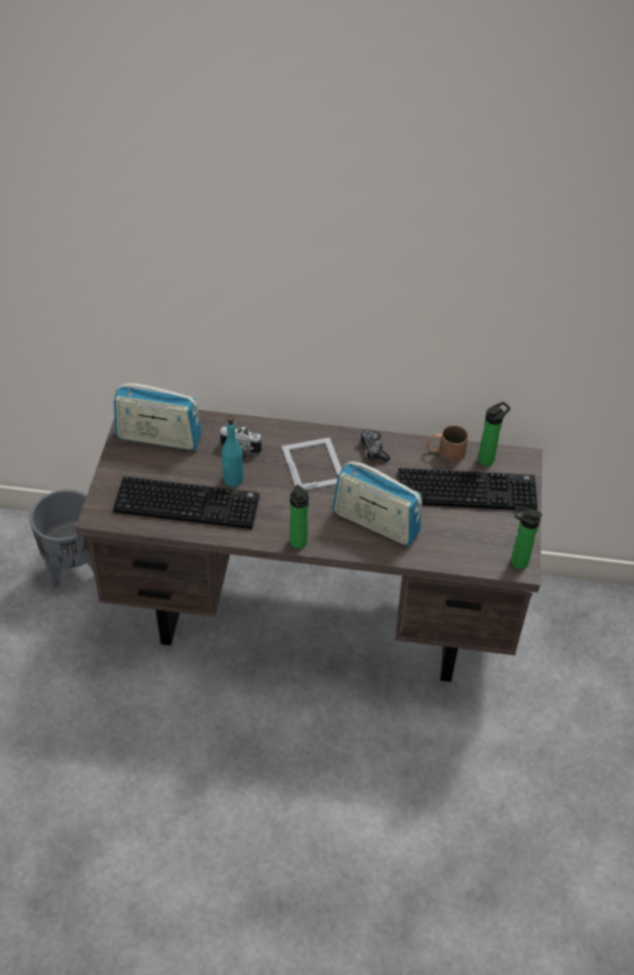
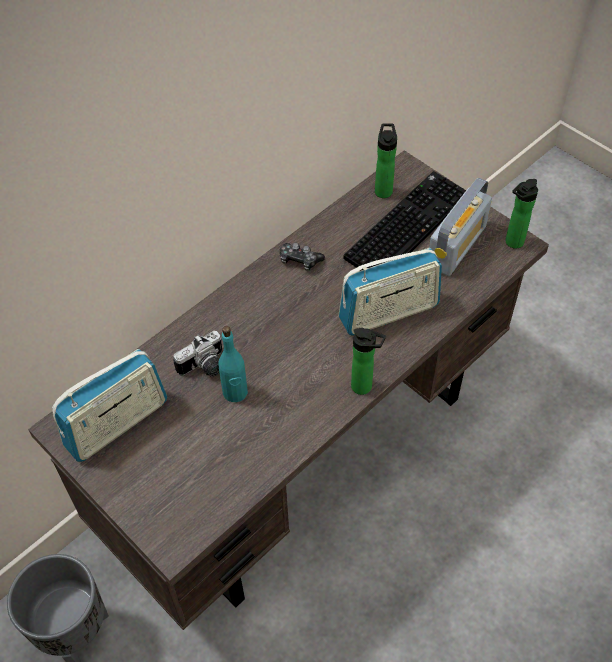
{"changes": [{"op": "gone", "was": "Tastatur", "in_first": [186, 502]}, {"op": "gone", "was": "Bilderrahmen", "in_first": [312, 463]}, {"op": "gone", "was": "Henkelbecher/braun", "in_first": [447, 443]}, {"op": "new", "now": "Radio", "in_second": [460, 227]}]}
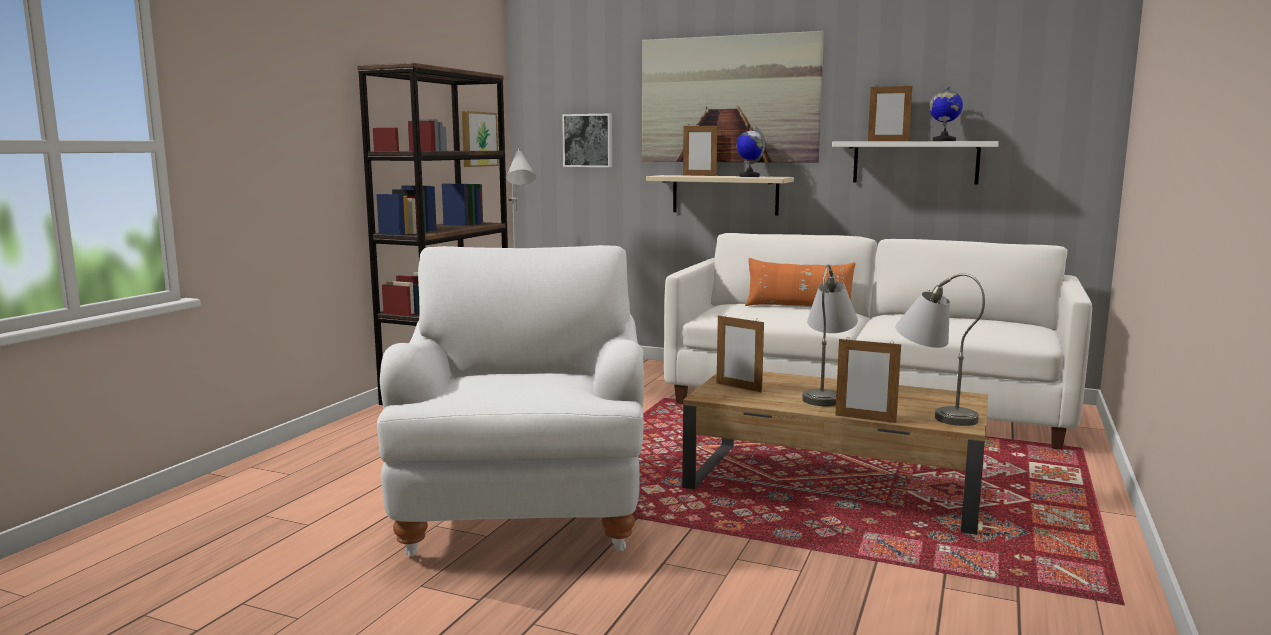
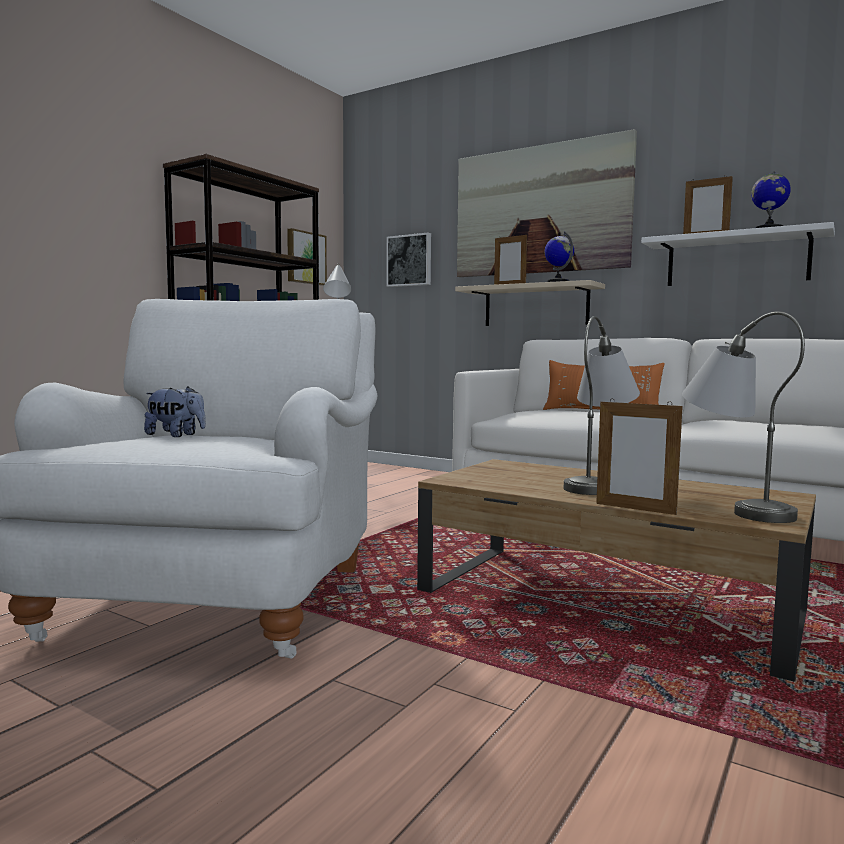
{"changes": [{"op": "gone", "was": "Bilderrahmen", "in_first": [740, 353]}, {"op": "new", "now": "Plüschtier", "in_second": [175, 412]}]}
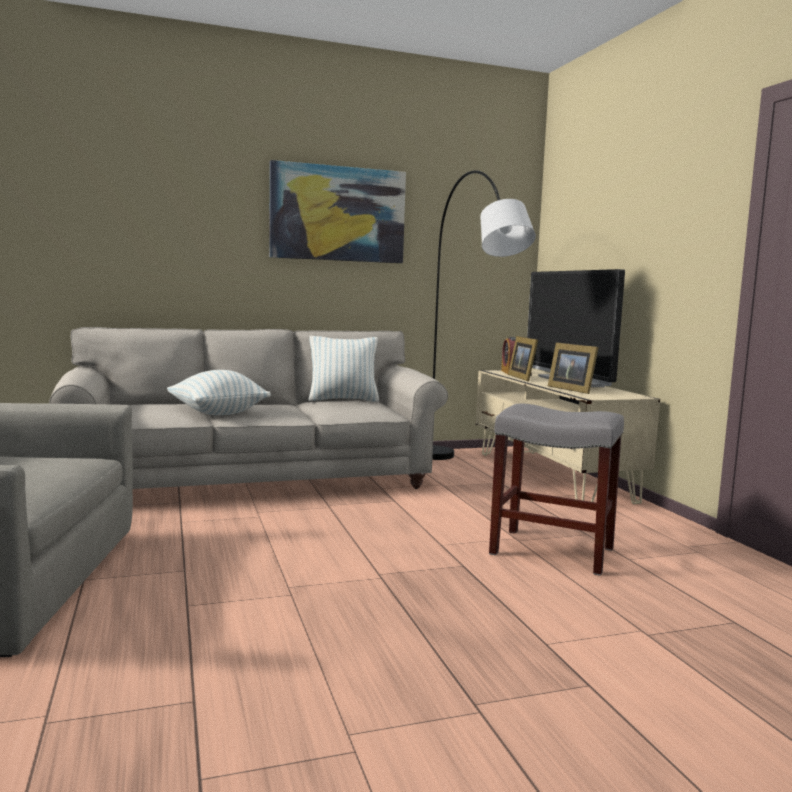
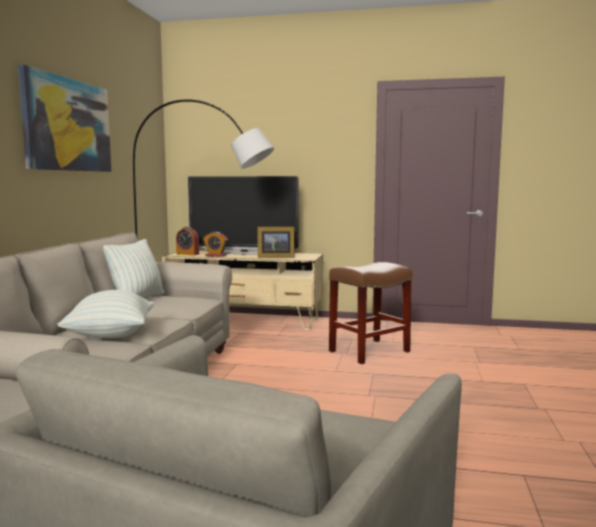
{"changes": [{"op": "swapped", "was": "Bilderrahmen", "now": "Wecker", "in_first": [523, 358], "in_second": [215, 244]}, {"op": "repainted", "was": "Hocker/grau", "now": "Hocker/braun", "in_first": [556, 490], "in_second": [371, 313]}]}
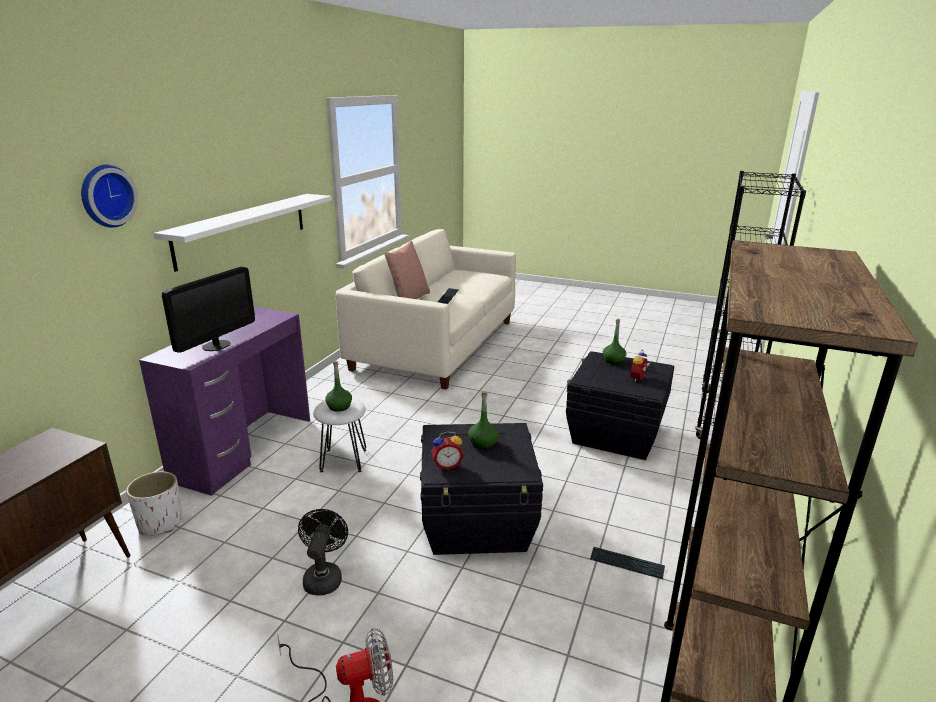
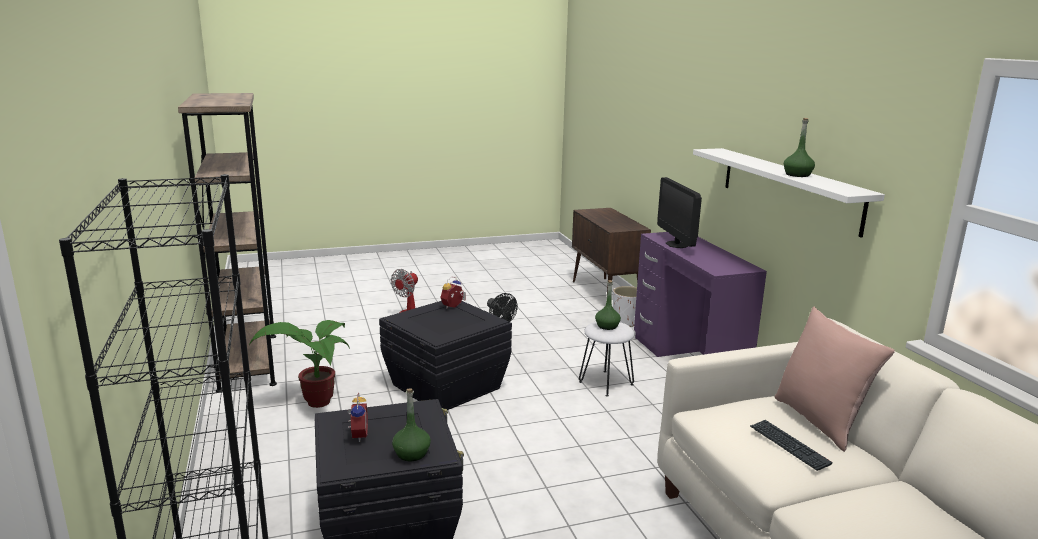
{"changes": [{"op": "gone", "was": "Wanduhr", "in_first": [109, 196]}, {"op": "shifted", "was": "Flasche/grün", "in_first": [483, 420], "in_second": [799, 147]}, {"op": "swapped", "was": "Tastatur", "now": "Topfpflanze", "in_first": [627, 563], "in_second": [299, 364]}]}
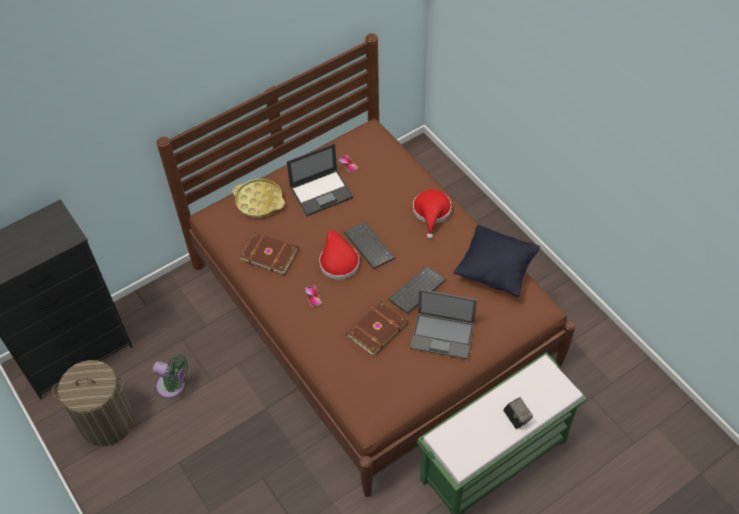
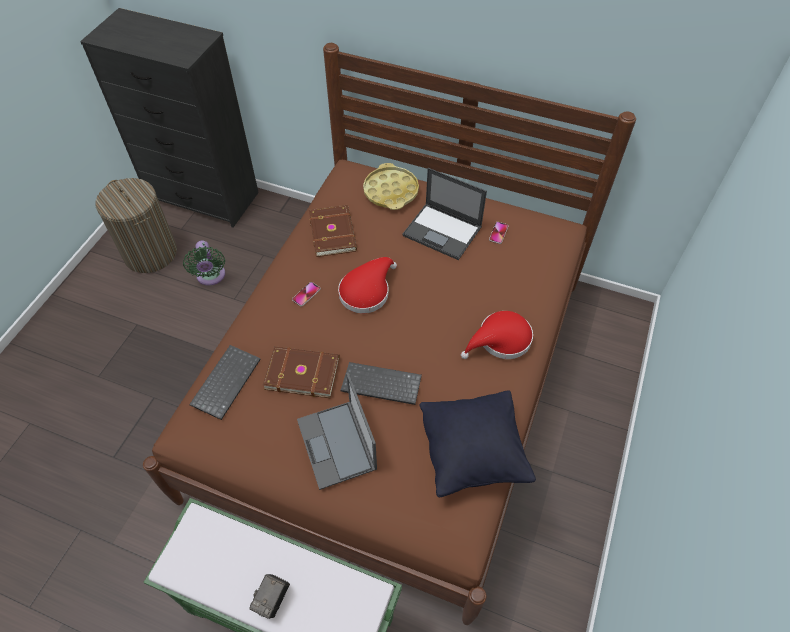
{"changes": [{"op": "shifted", "was": "Tastatur", "in_first": [369, 245], "in_second": [225, 382]}]}
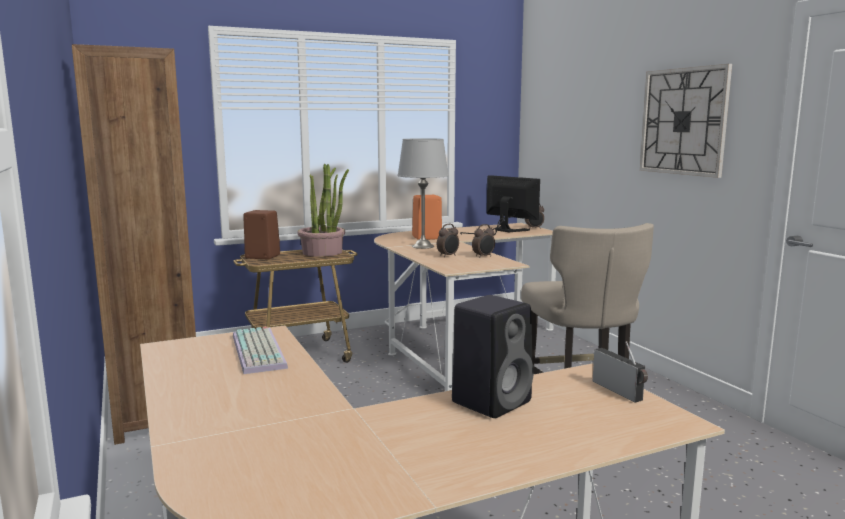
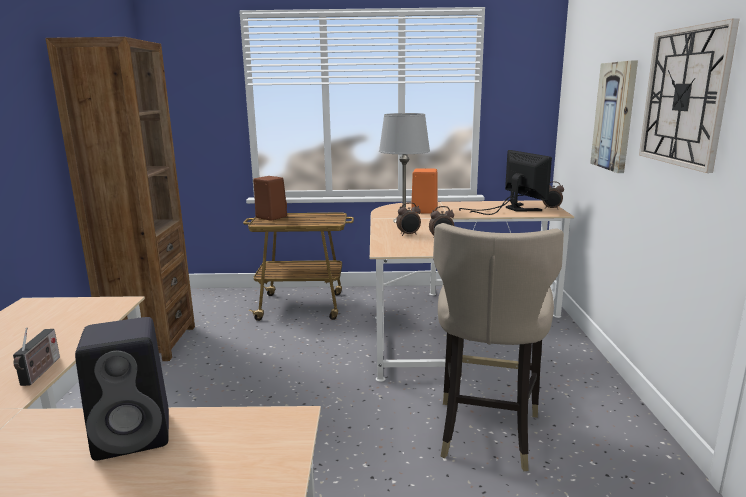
{"changes": [{"op": "gone", "was": "Tastatur", "in_first": [260, 350]}, {"op": "gone", "was": "Topfpflanze", "in_first": [323, 210]}, {"op": "new", "now": "Bild", "in_second": [614, 116]}, {"op": "shifted", "was": "Radio", "in_first": [620, 372], "in_second": [36, 357]}]}
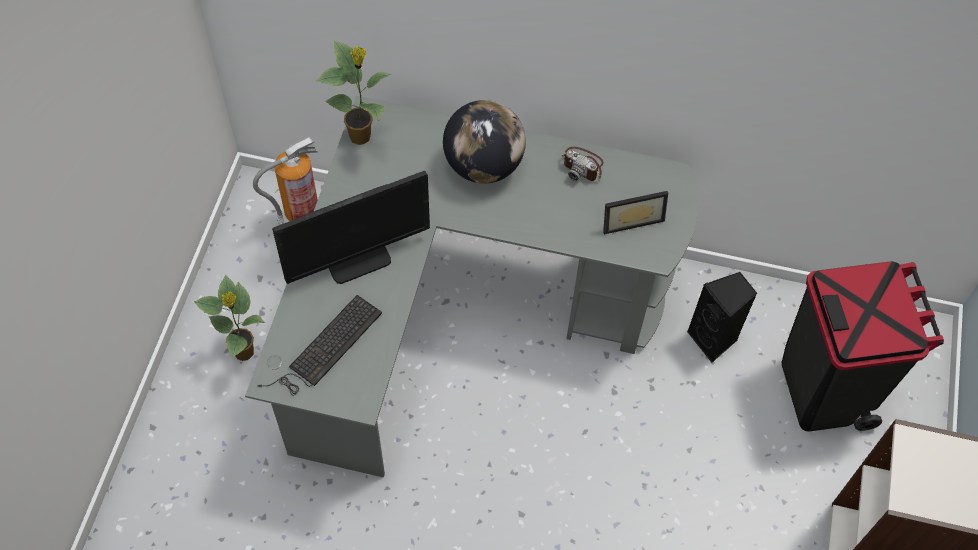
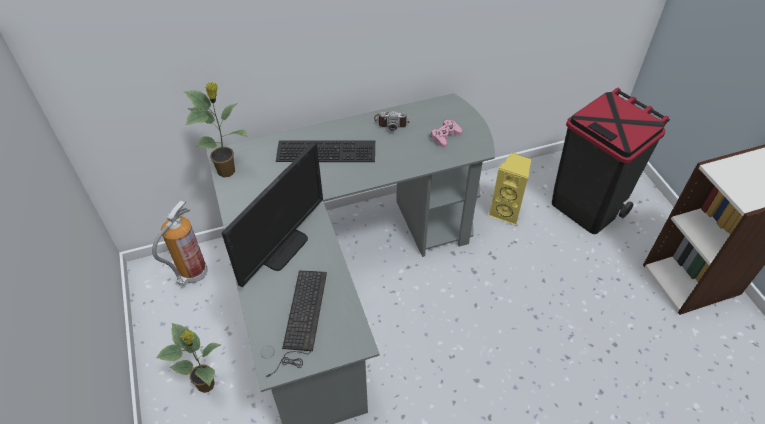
{"changes": [{"op": "swapped", "was": "Globus", "now": "Tastatur", "in_first": [484, 141], "in_second": [325, 151]}, {"op": "swapped", "was": "Bilderrahmen", "now": "Gamepad/rosa", "in_first": [635, 212], "in_second": [446, 134]}, {"op": "repainted", "was": "Lautsprecher/schwarz", "now": "Lautsprecher/gelb", "in_first": [722, 317], "in_second": [510, 188]}]}
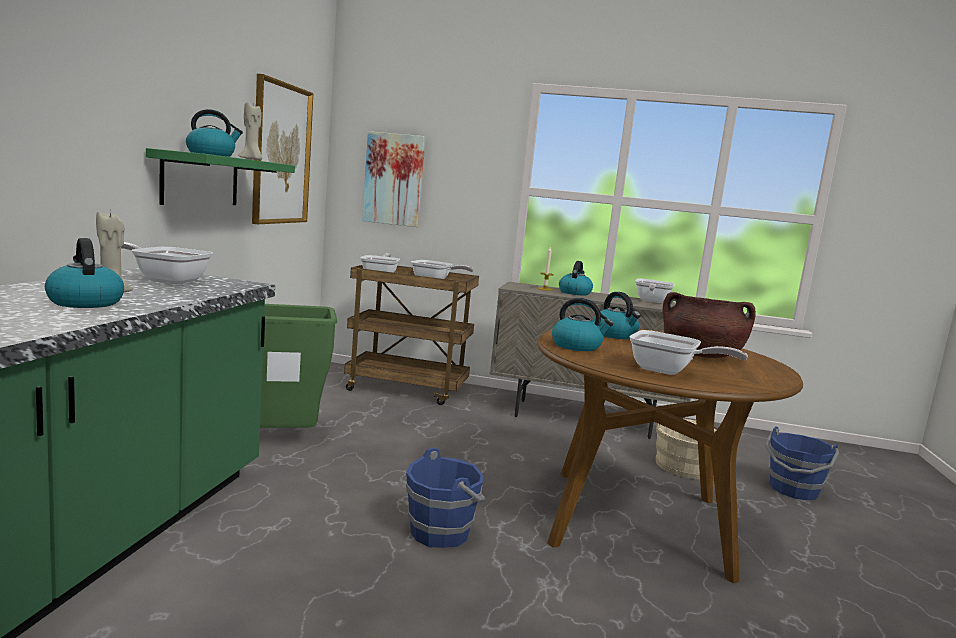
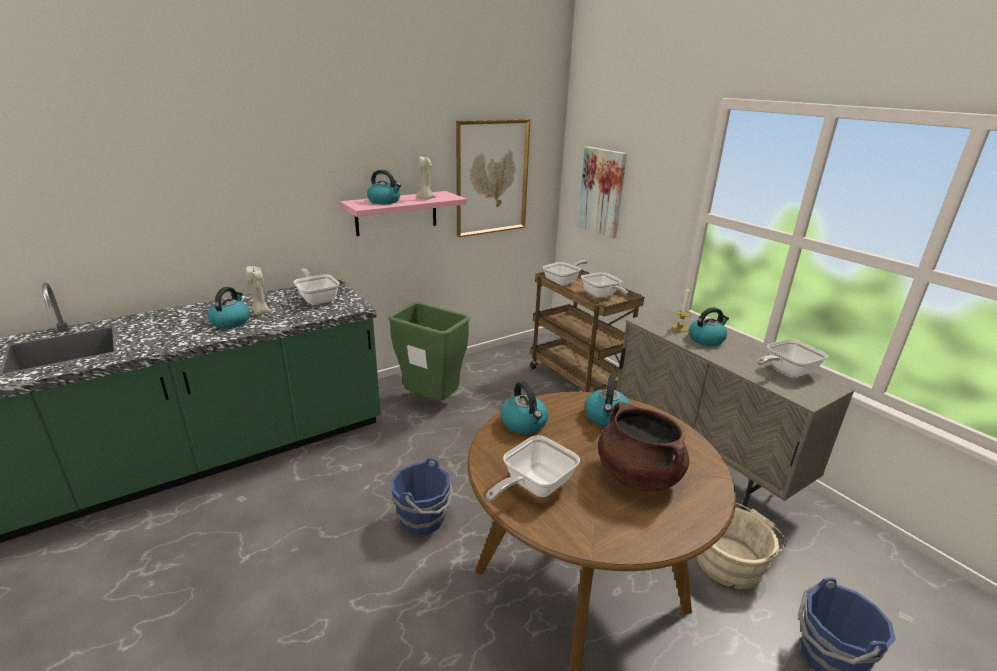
{"changes": [{"op": "repainted", "was": "Wandregal/grün", "now": "Wandregal/rosa", "in_first": [220, 176], "in_second": [403, 213]}, {"op": "rotated", "was": "Pfanne", "in_first": [689, 352], "in_second": [533, 468], "clockwise": 60}]}
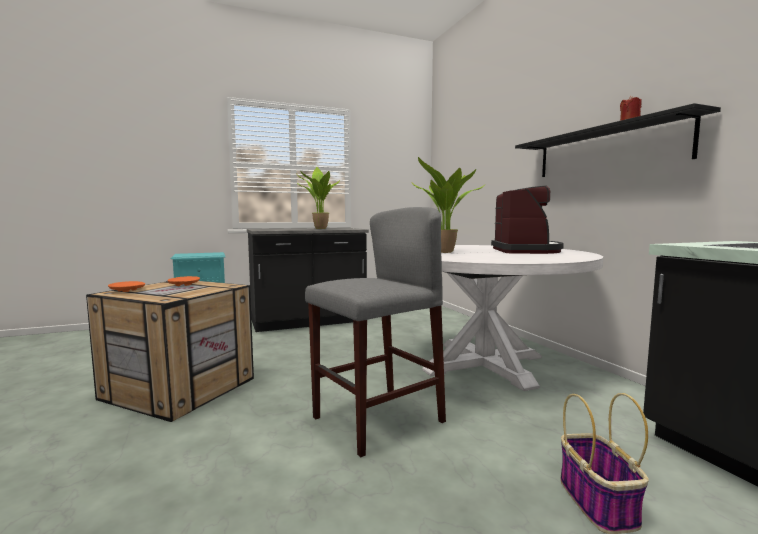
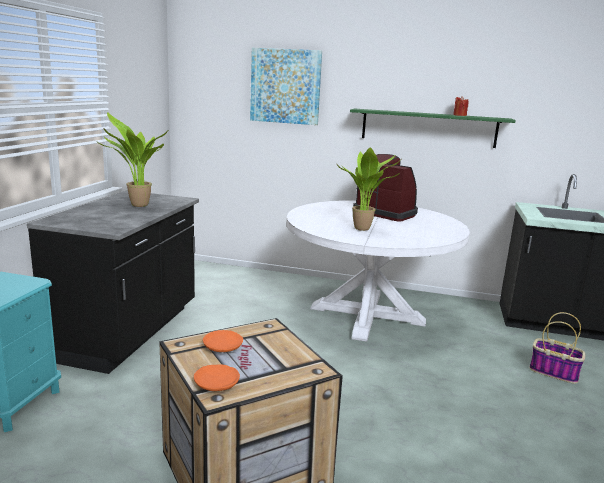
{"changes": [{"op": "gone", "was": "Hocker/grau", "in_first": [375, 332]}, {"op": "new", "now": "Bild", "in_second": [286, 86]}, {"op": "repainted", "was": "Wandregal/schwarz", "now": "Wandregal/grün", "in_first": [618, 140], "in_second": [433, 128]}]}
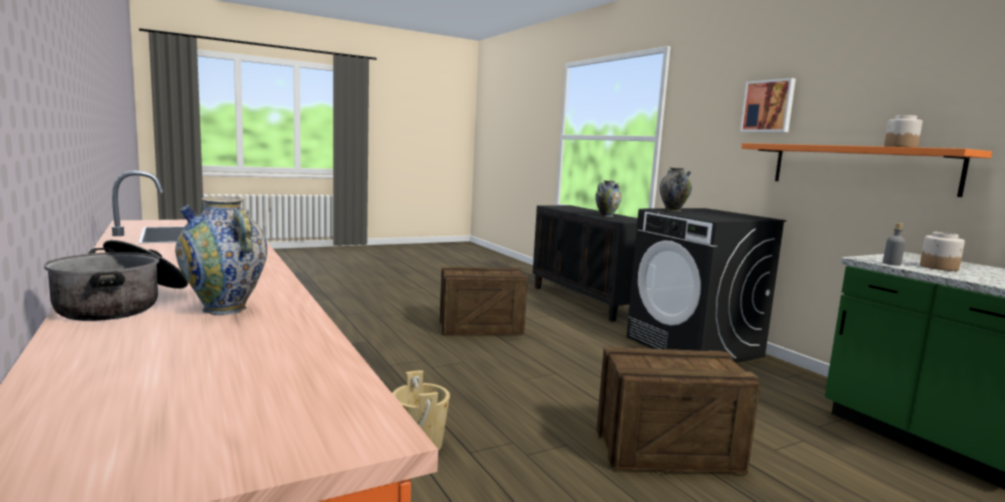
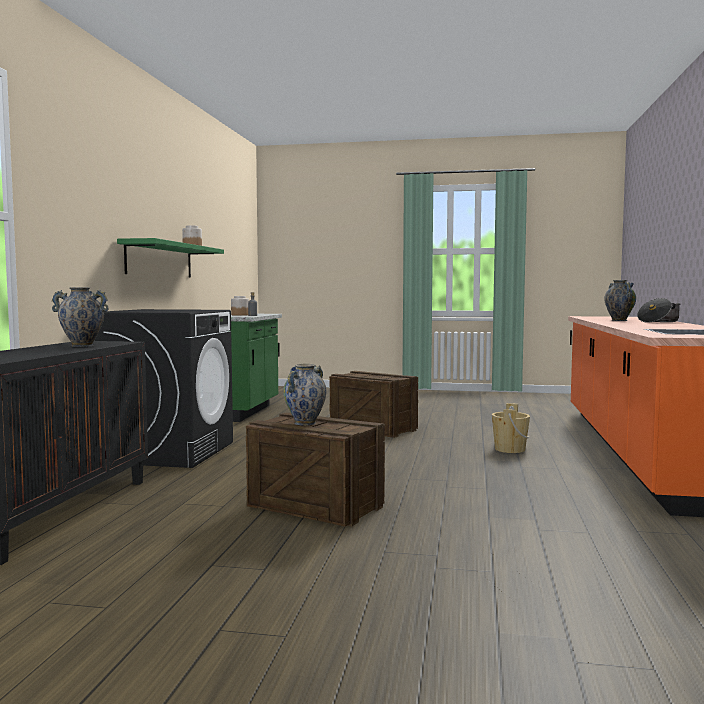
{"changes": [{"op": "gone", "was": "Bild", "in_first": [768, 105]}, {"op": "shifted", "was": "Vase", "in_first": [675, 189], "in_second": [304, 395]}, {"op": "repainted", "was": "Wandregal/orange", "now": "Wandregal/grün", "in_first": [866, 170], "in_second": [170, 257]}]}
